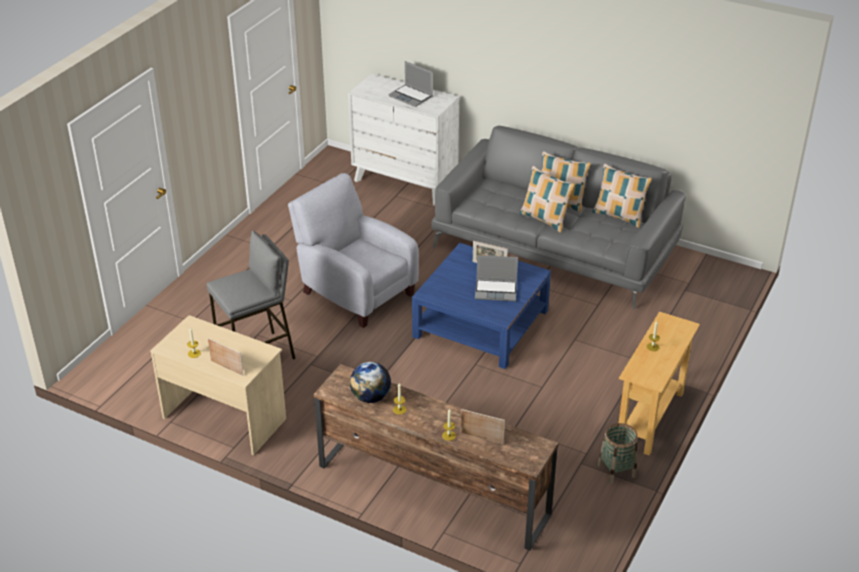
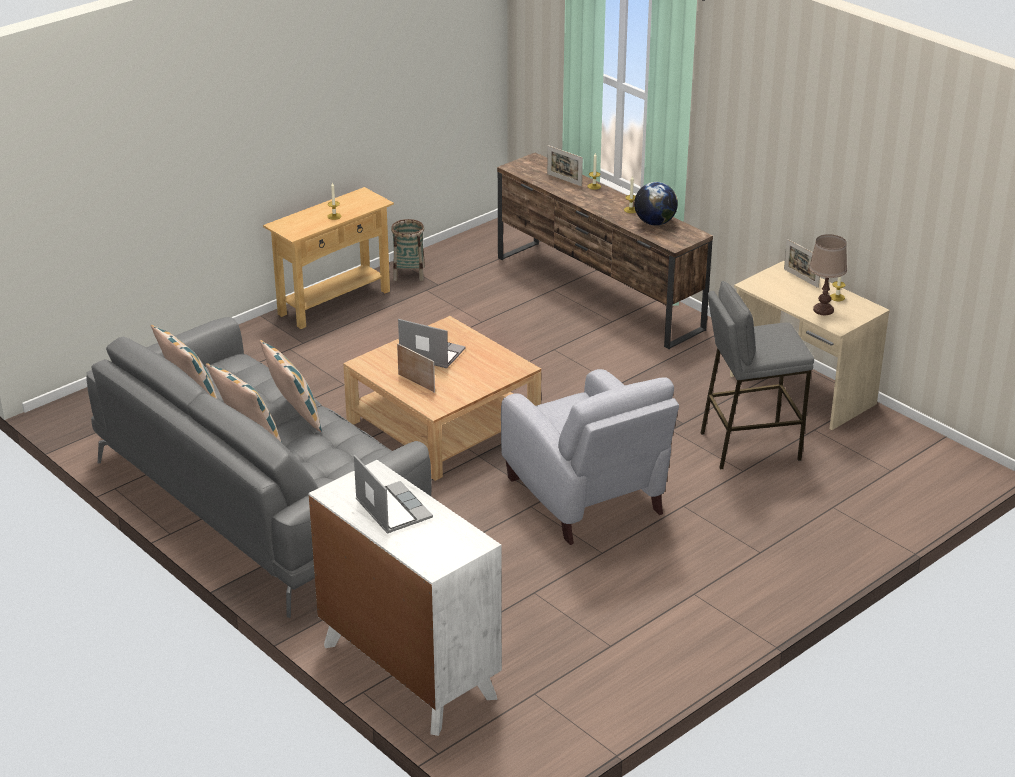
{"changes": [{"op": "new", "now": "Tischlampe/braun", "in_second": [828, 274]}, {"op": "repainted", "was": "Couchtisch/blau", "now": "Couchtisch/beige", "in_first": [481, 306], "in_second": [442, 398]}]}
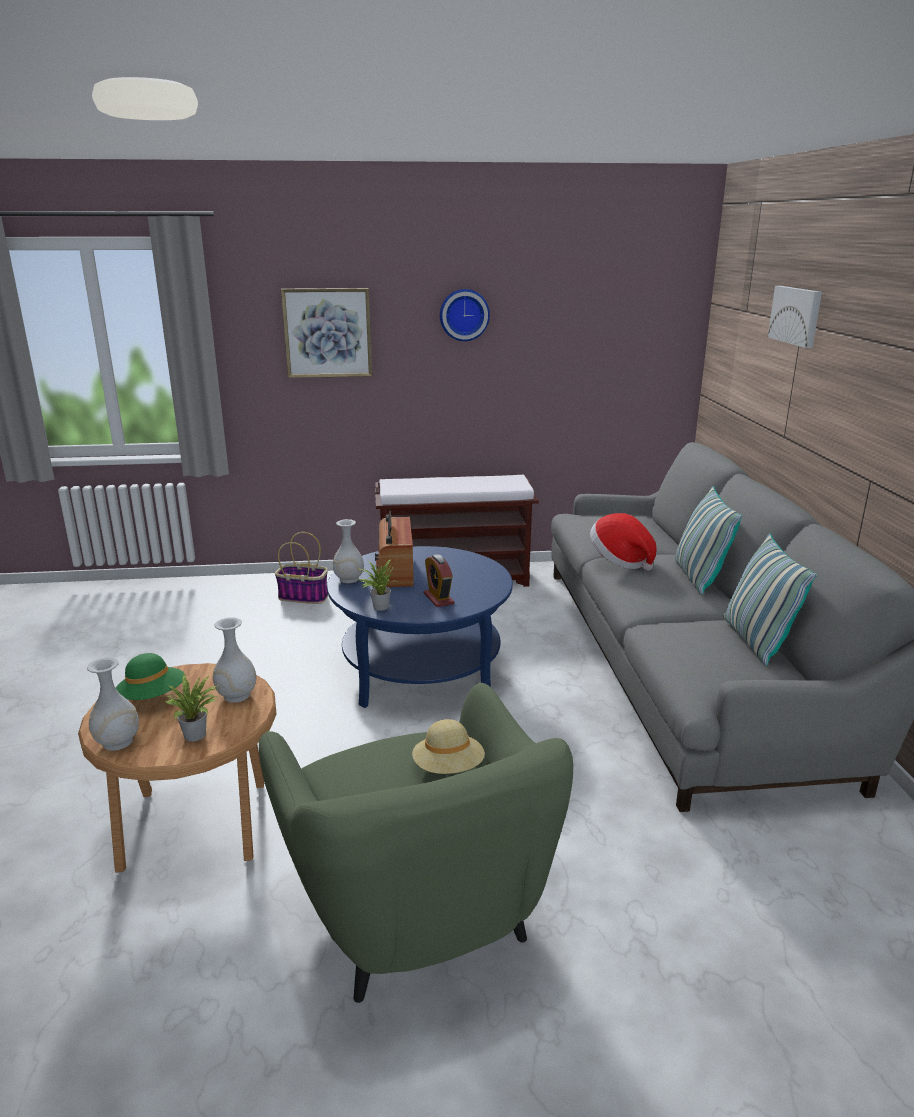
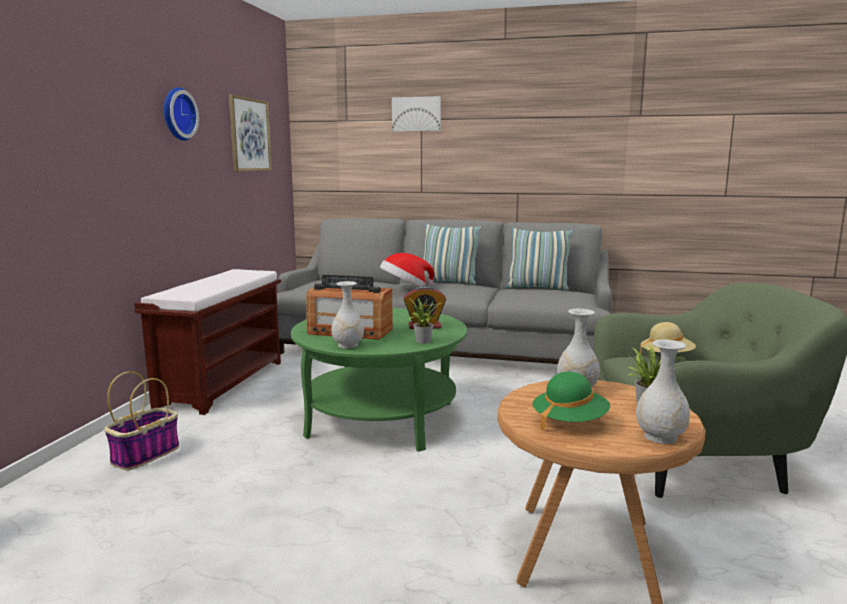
{"changes": [{"op": "shifted", "was": "Bild", "in_first": [326, 333], "in_second": [250, 133]}, {"op": "repainted", "was": "Couchtisch/blau", "now": "Couchtisch/grün", "in_first": [420, 627], "in_second": [379, 380]}]}
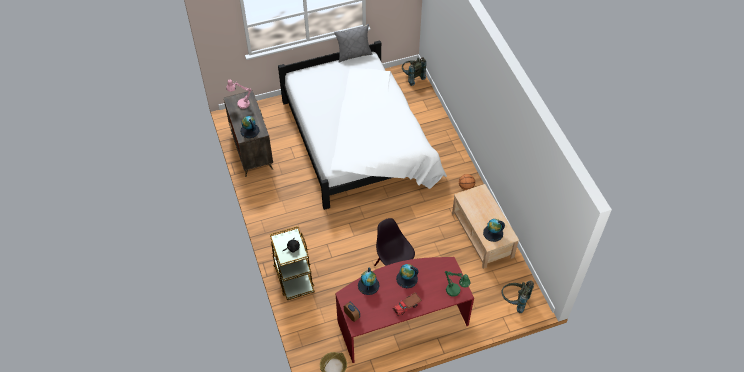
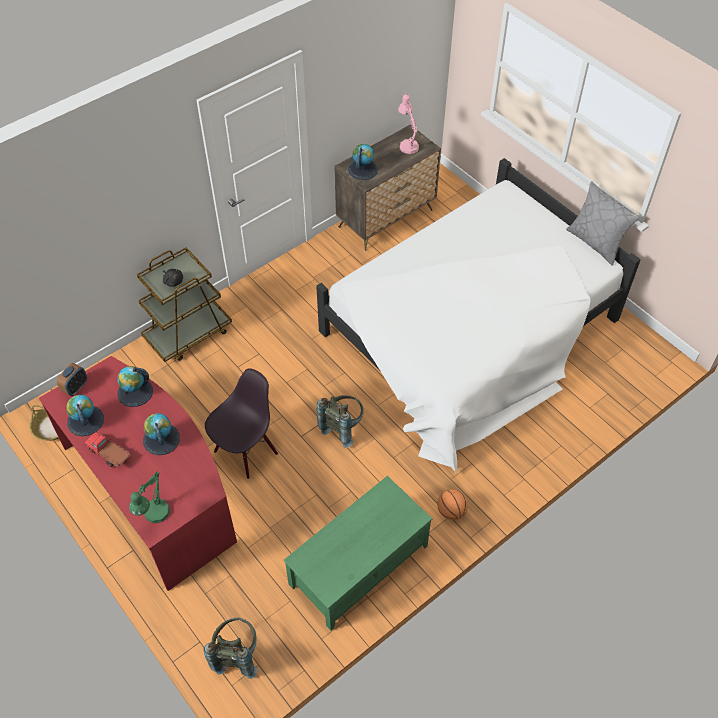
{"changes": [{"op": "shifted", "was": "Rucksack/grau", "in_first": [414, 71], "in_second": [340, 421]}, {"op": "shifted", "was": "Globus", "in_first": [494, 230], "in_second": [85, 415]}, {"op": "repainted", "was": "Couchtisch/beige", "now": "Couchtisch/grün", "in_first": [485, 226], "in_second": [358, 553]}]}
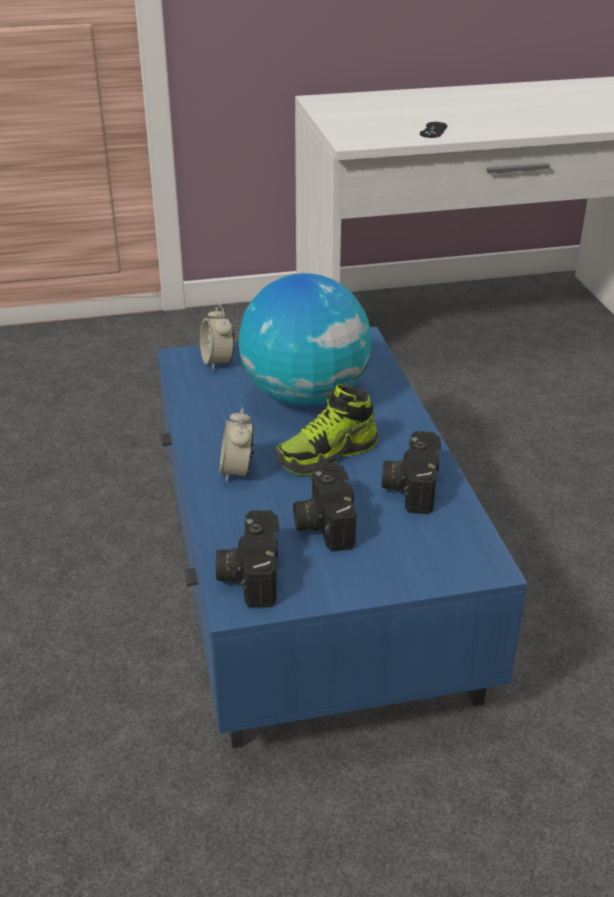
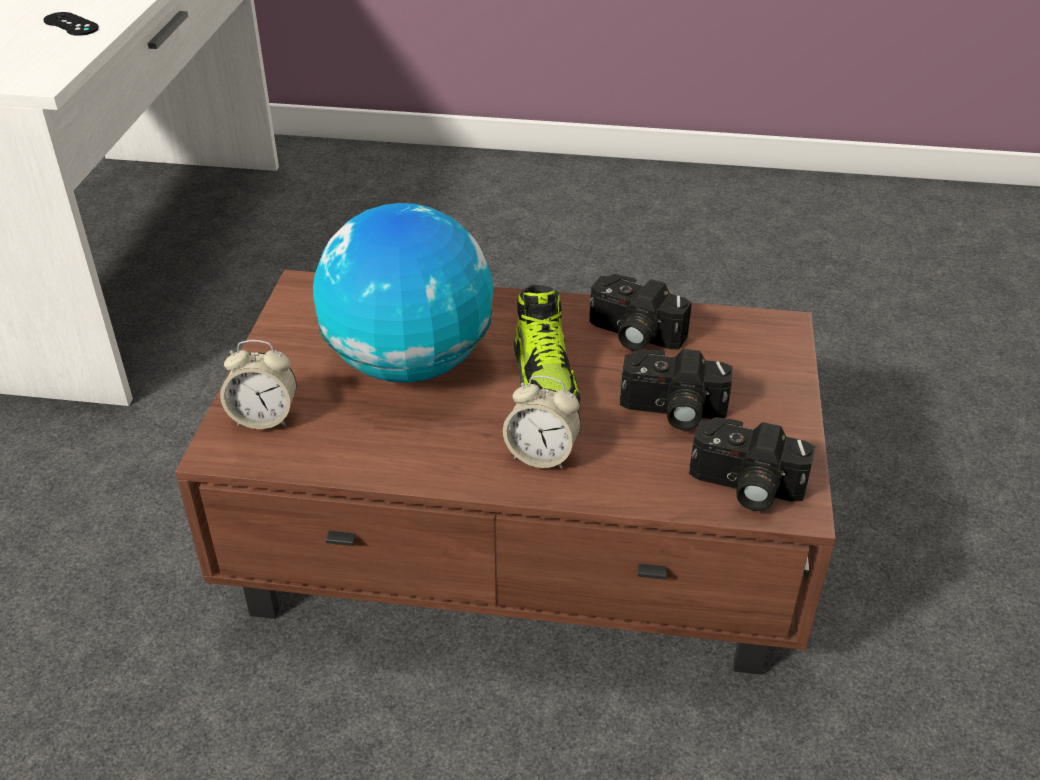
{"changes": [{"op": "repainted", "was": "Couchtisch/blau", "now": "Couchtisch/braun", "in_first": [342, 537], "in_second": [505, 472]}]}
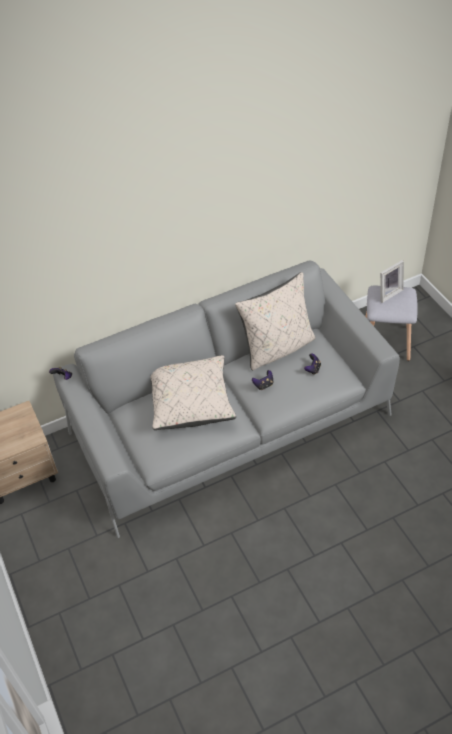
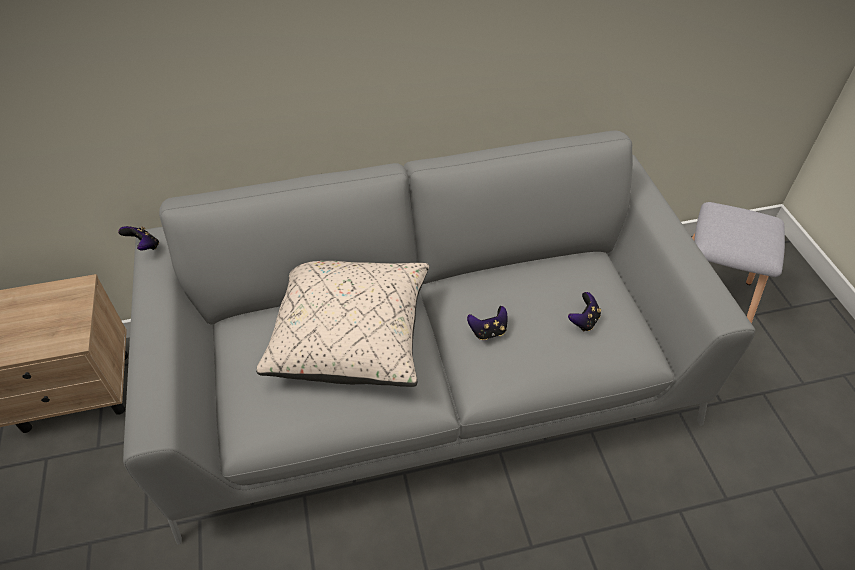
{"changes": [{"op": "gone", "was": "Kissen/beige", "in_first": [275, 321]}, {"op": "gone", "was": "Bilderrahmen", "in_first": [392, 281]}]}
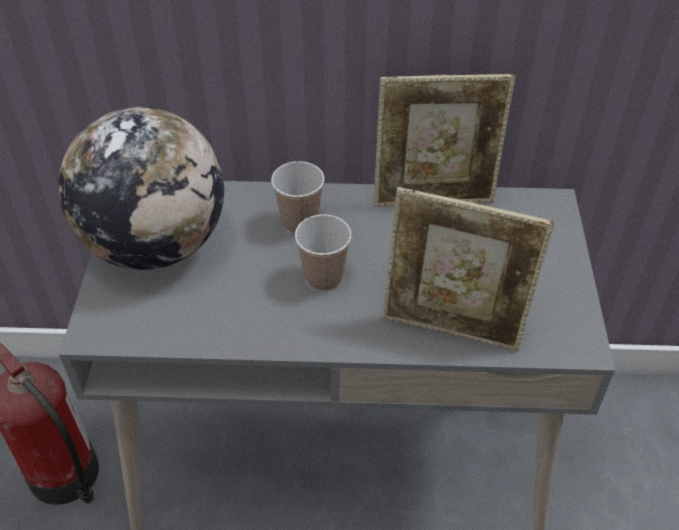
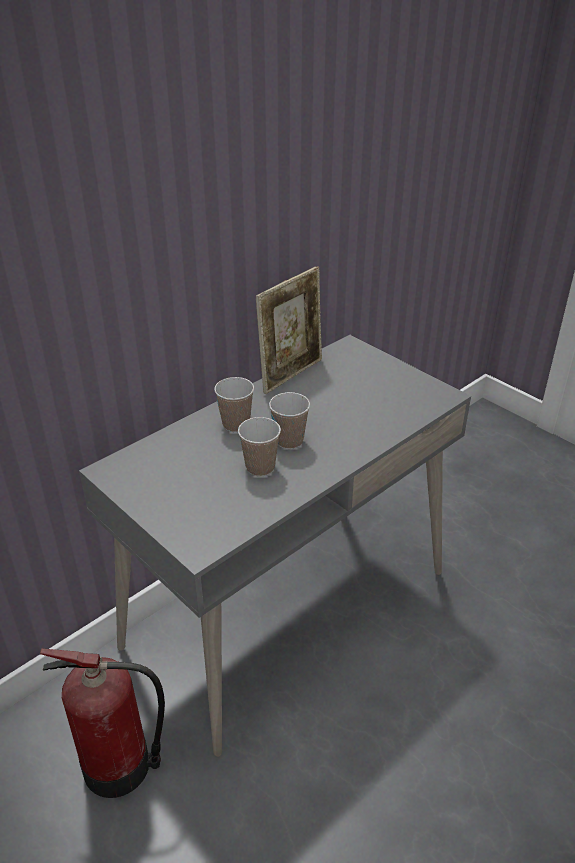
{"changes": [{"op": "gone", "was": "Globus", "in_first": [141, 188]}, {"op": "gone", "was": "Bilderrahmen", "in_first": [468, 269]}, {"op": "new", "now": "Tasse", "in_second": [259, 446]}]}
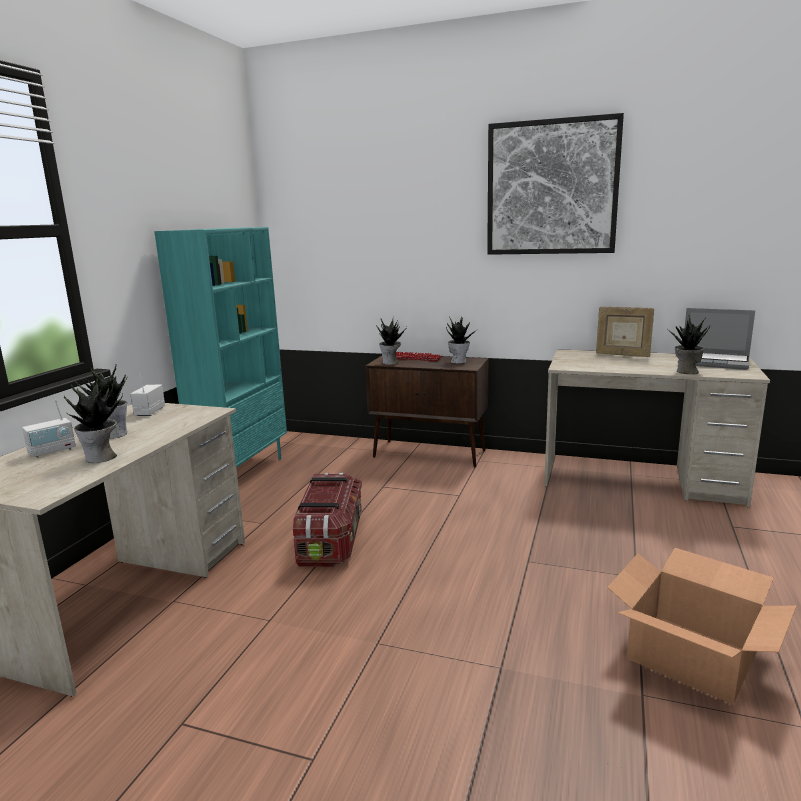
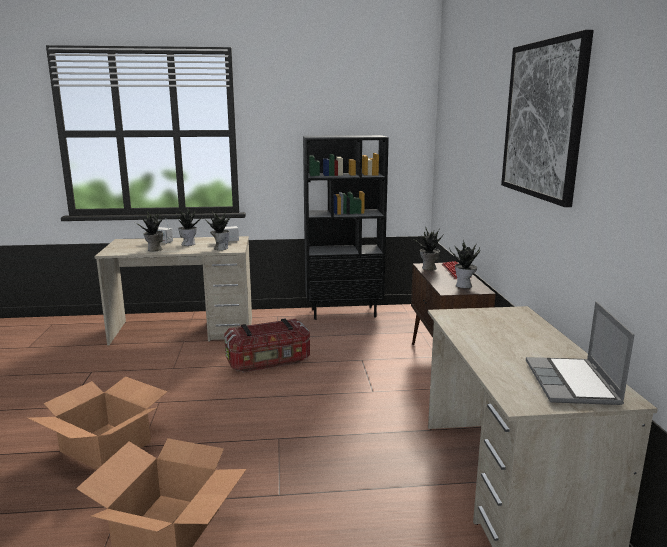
{"changes": [{"op": "gone", "was": "Bilderrahmen", "in_first": [625, 332]}, {"op": "new", "now": "Karton", "in_second": [98, 423]}, {"op": "shifted", "was": "Topfpflanze", "in_first": [689, 344], "in_second": [218, 230]}, {"op": "repainted", "was": "Bücherregal/türkis", "now": "Bücherregal/schwarz", "in_first": [220, 347], "in_second": [346, 227]}]}
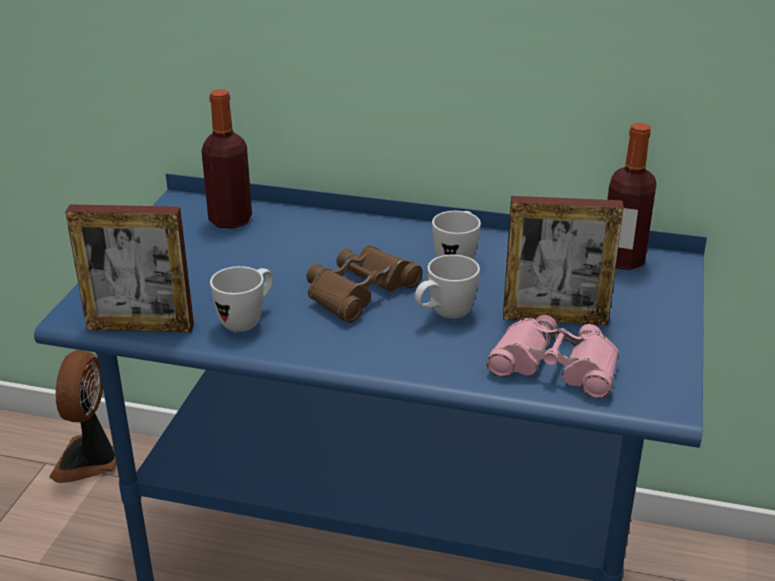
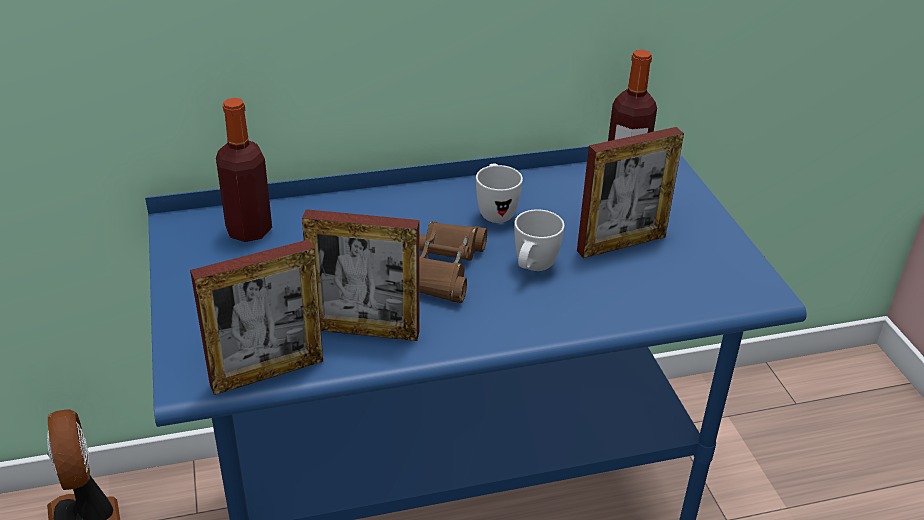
{"changes": [{"op": "gone", "was": "Fernglas/rosa", "in_first": [552, 357]}, {"op": "swapped", "was": "Henkelbecher/weiß", "now": "Bilderrahmen", "in_first": [241, 299], "in_second": [361, 275]}]}
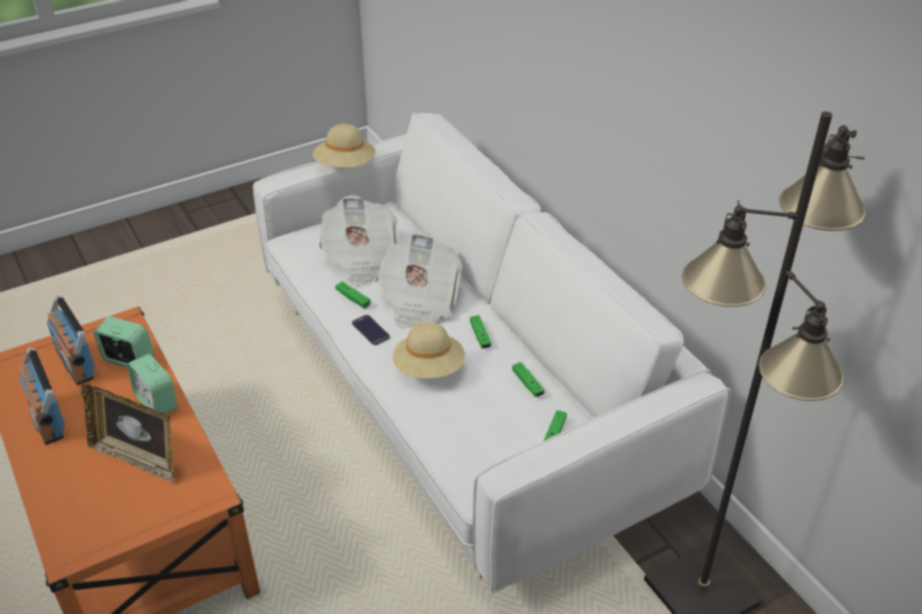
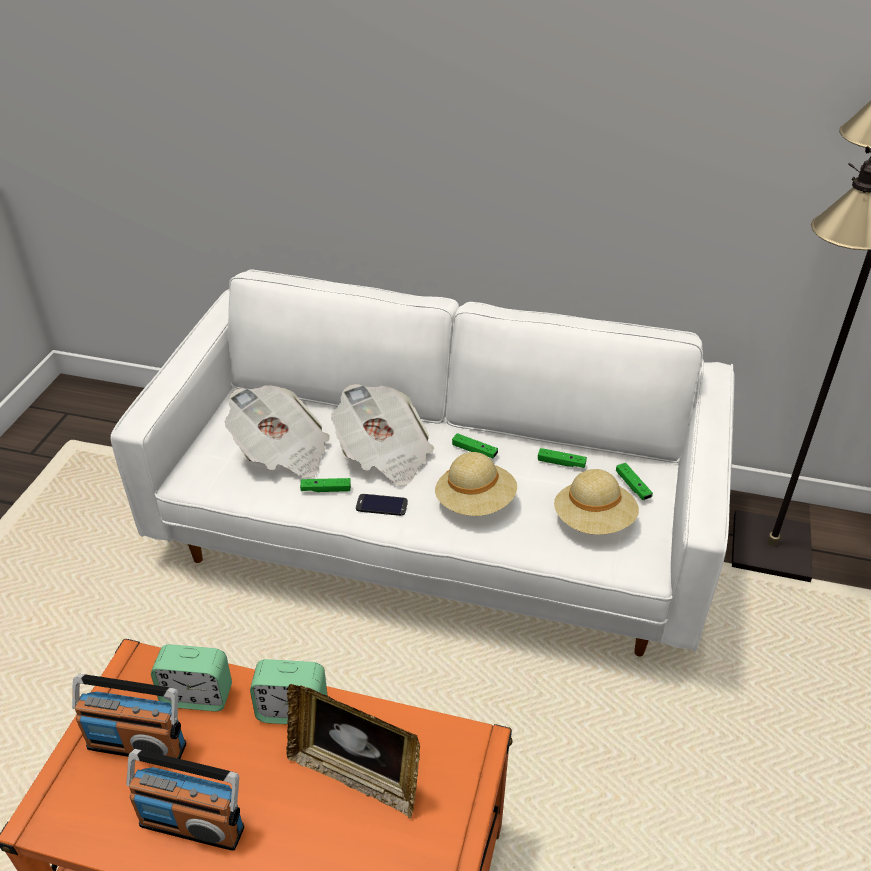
{"changes": [{"op": "shifted", "was": "Hut/beige", "in_first": [344, 146], "in_second": [596, 502]}, {"op": "rotated", "was": "Bilderrahmen", "in_first": [128, 434], "in_second": [353, 751], "clockwise": 45}, {"op": "rotated", "was": "Wecker", "in_first": [124, 342], "in_second": [191, 677], "clockwise": -150}]}
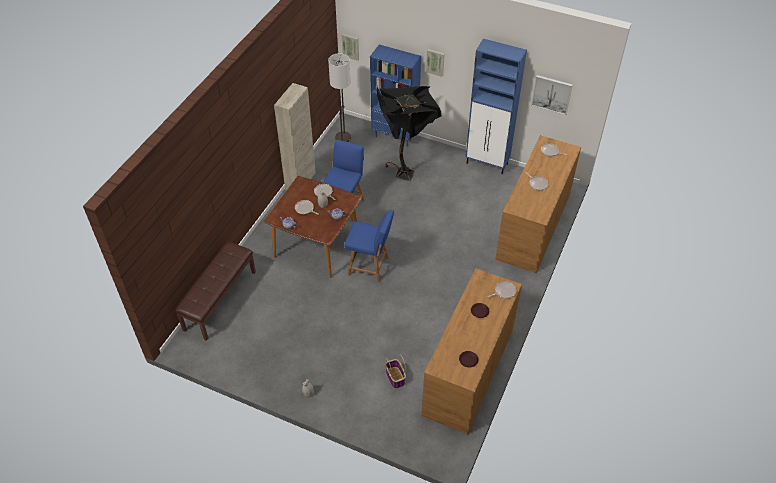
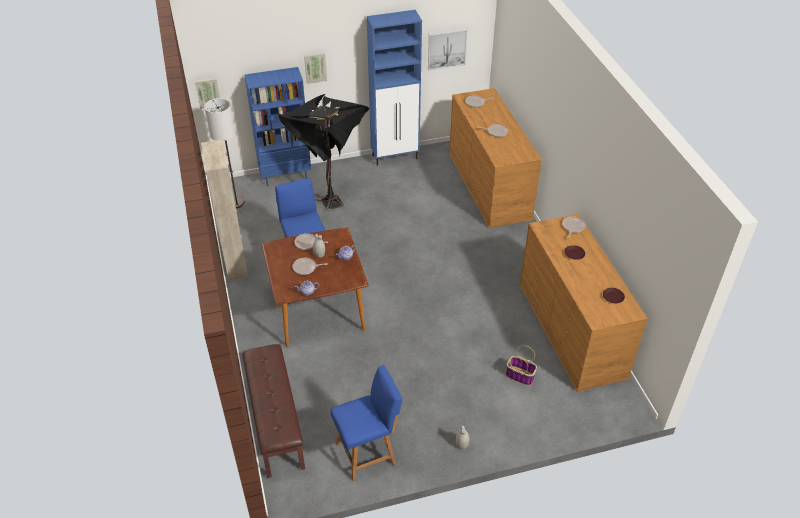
{"changes": [{"op": "shifted", "was": "Stuhl/blau", "in_first": [369, 246], "in_second": [366, 423]}]}
